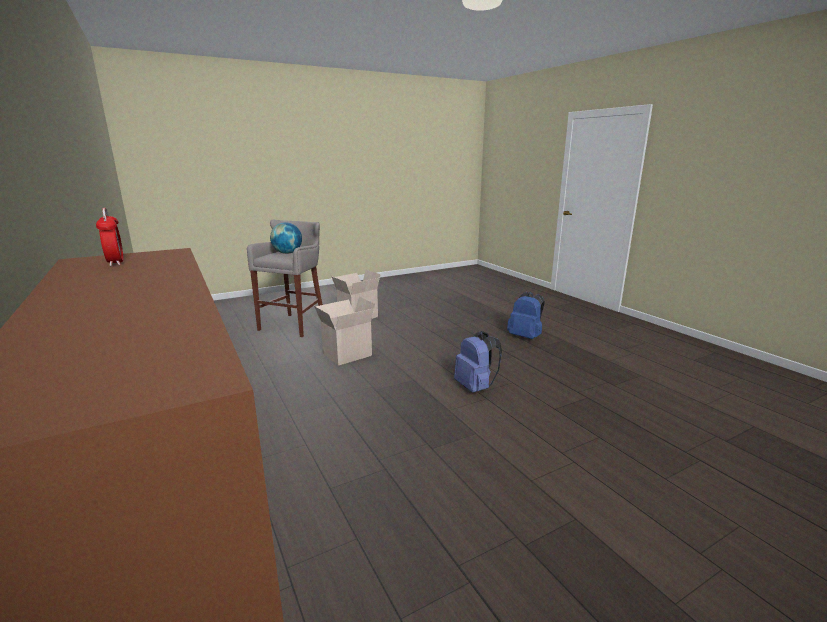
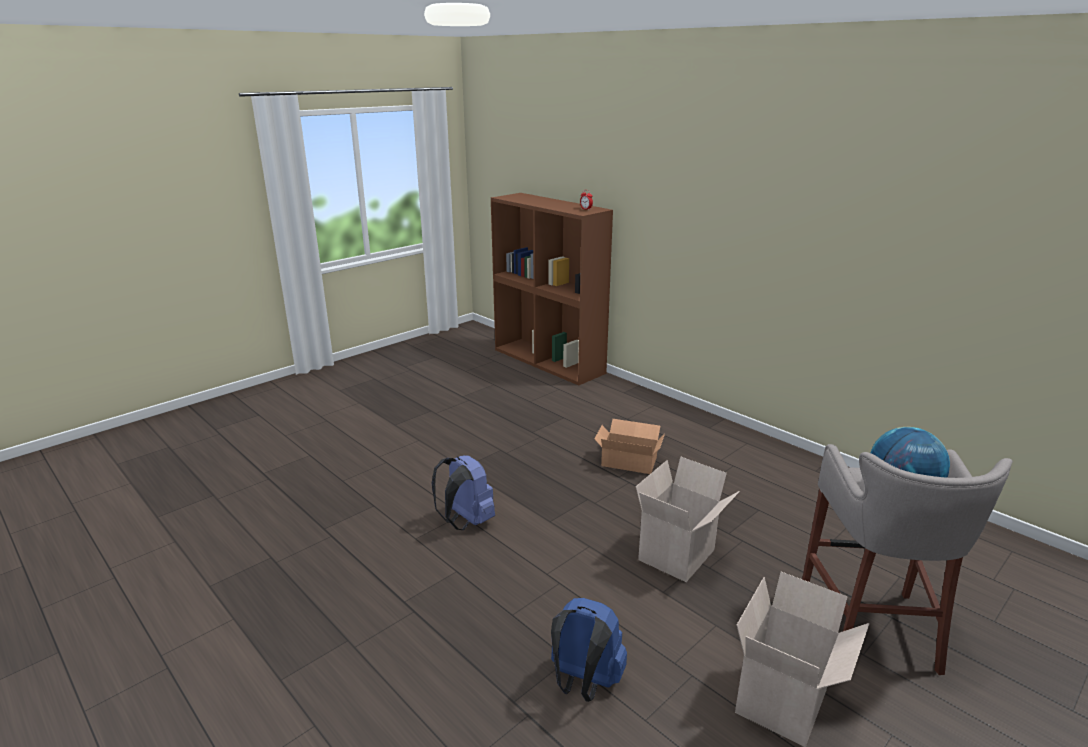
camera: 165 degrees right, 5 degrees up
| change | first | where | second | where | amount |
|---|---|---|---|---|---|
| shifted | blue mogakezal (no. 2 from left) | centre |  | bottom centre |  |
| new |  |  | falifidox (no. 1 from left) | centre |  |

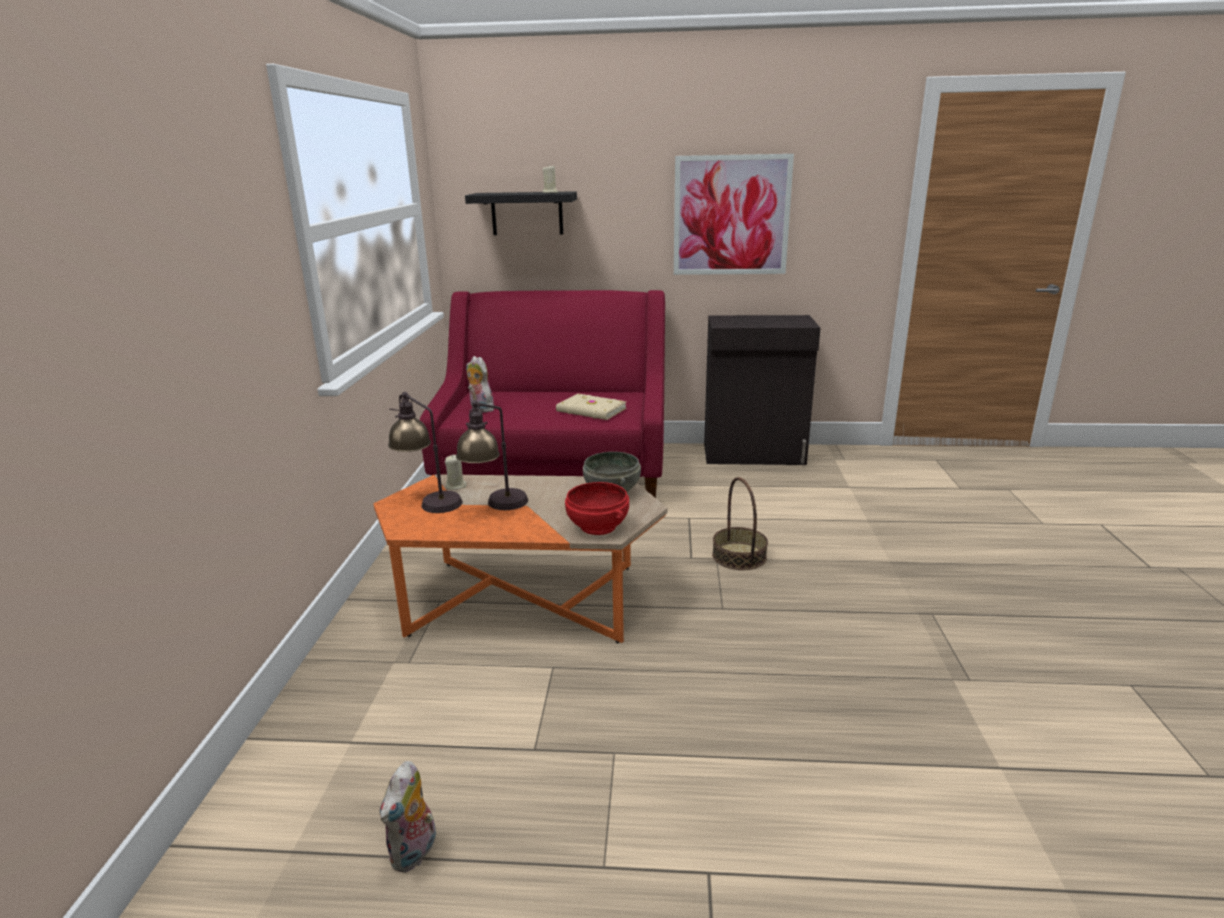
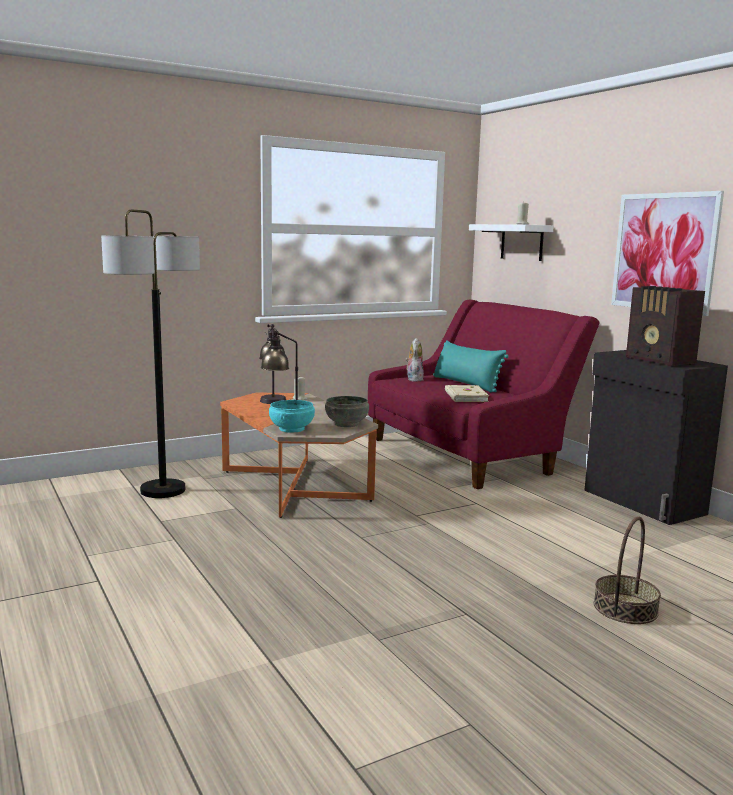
camera: 55 degrees right, 10 degrees down
| change | first | where | second | where | amount |
|---|---|---|---|---|---|
| gone | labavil (no. 1 from left) | bottom centre |  |  |  |
| repainted | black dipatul | top centre | white dipatul | top right |  |
| repainted | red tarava | centre | turquoise tarava | centre |  |
| shifted | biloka | centre |  | bottom right |  |
| new |  |  | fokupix | middle left |  |
| new |  |  | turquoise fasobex | centre |  |
| new |  |  | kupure | middle right |  |

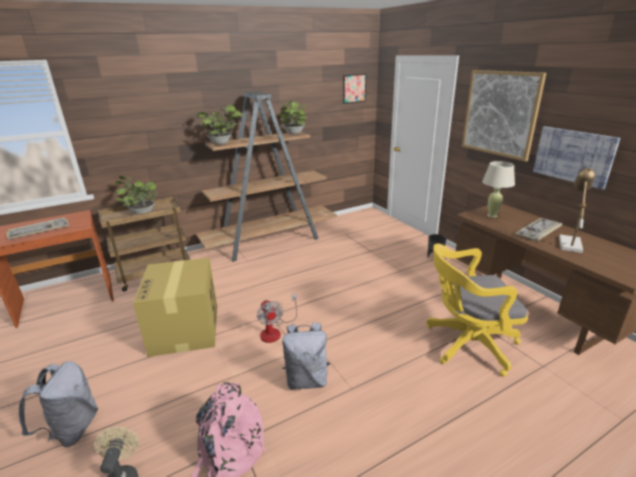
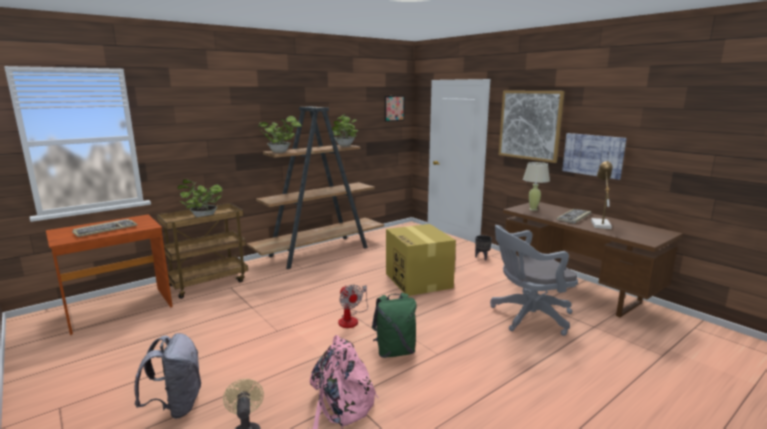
camera: 10 degrees left, 10 degrees down
| change | first | where | second | where | amount |
|---|---|---|---|---|---|
| shifted | falifidox | middle left |  | centre |  |
| repainted | grey mogakezal (no. 2 from left) | bottom centre | green mogakezal | bottom centre |  |
| repainted | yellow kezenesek | middle right | grey kezenesek | middle right |  |

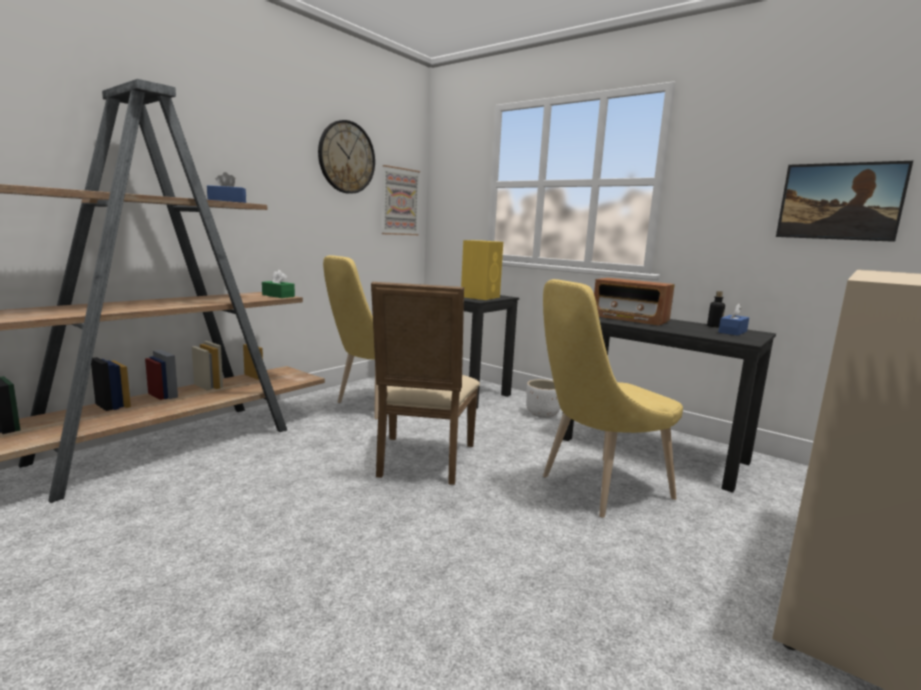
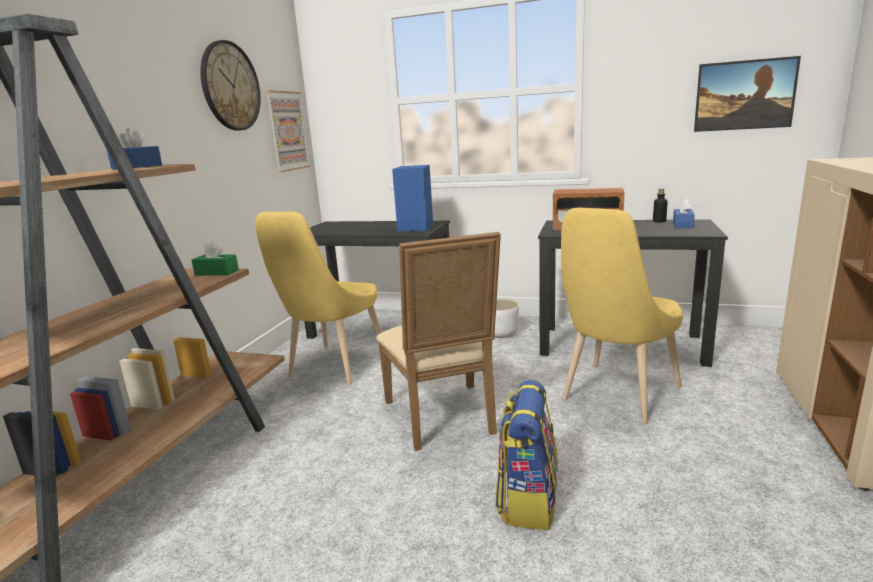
camera: 20 degrees left, 5 degrees up
| change | first | where | second | where | amount |
|---|---|---|---|---|---|
| repainted | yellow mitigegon | centre | blue mitigegon | centre |  |
| new |  |  | mogakezal | bottom centre |  |

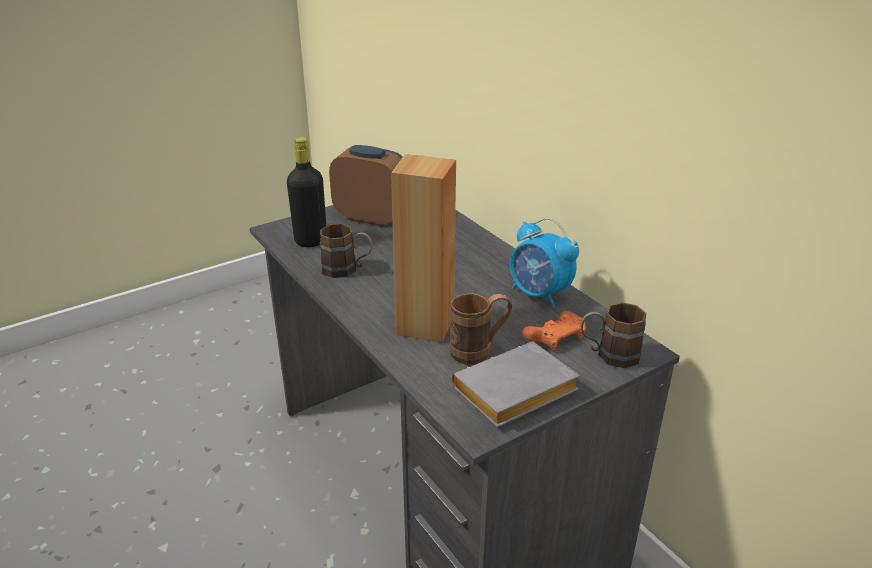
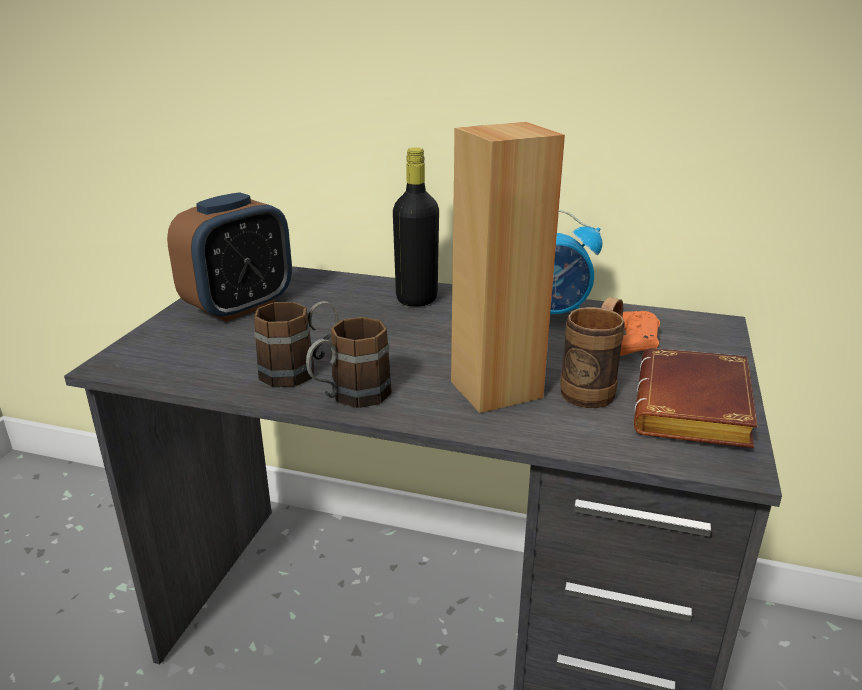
camera: 40 degrees left, 5 degrees down
| change | first | where | second | where | amount |
|---|---|---|---|---|---|
| shifted | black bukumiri | centre |  | top centre |  |
| rotated | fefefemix (no. 1 from left) | top centre |  | middle left | 150 degrees clockwise |
| repainted | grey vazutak | bottom centre | brown vazutak | middle right |  |
| shifted | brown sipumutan (no. 3 from left in the first image) | middle right | brown sipumutan (no. 2 from left) | centre |  |

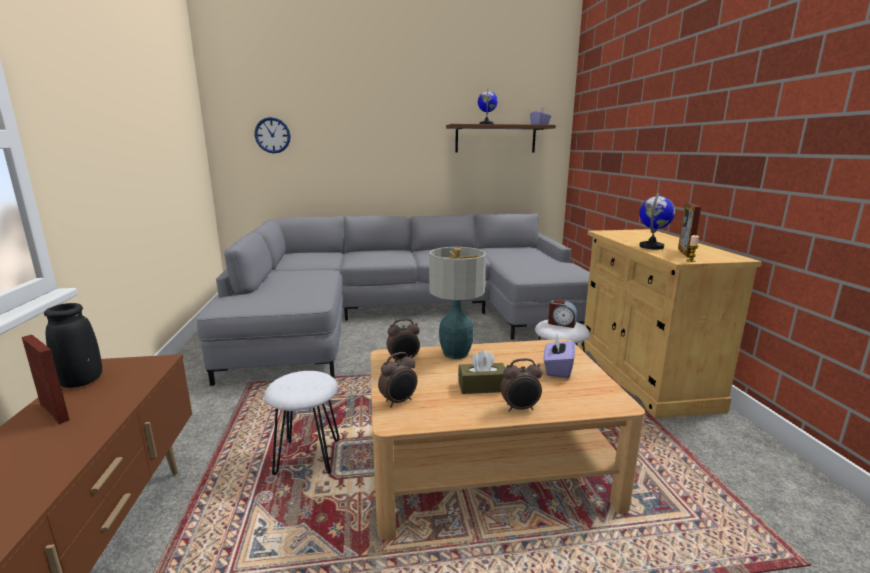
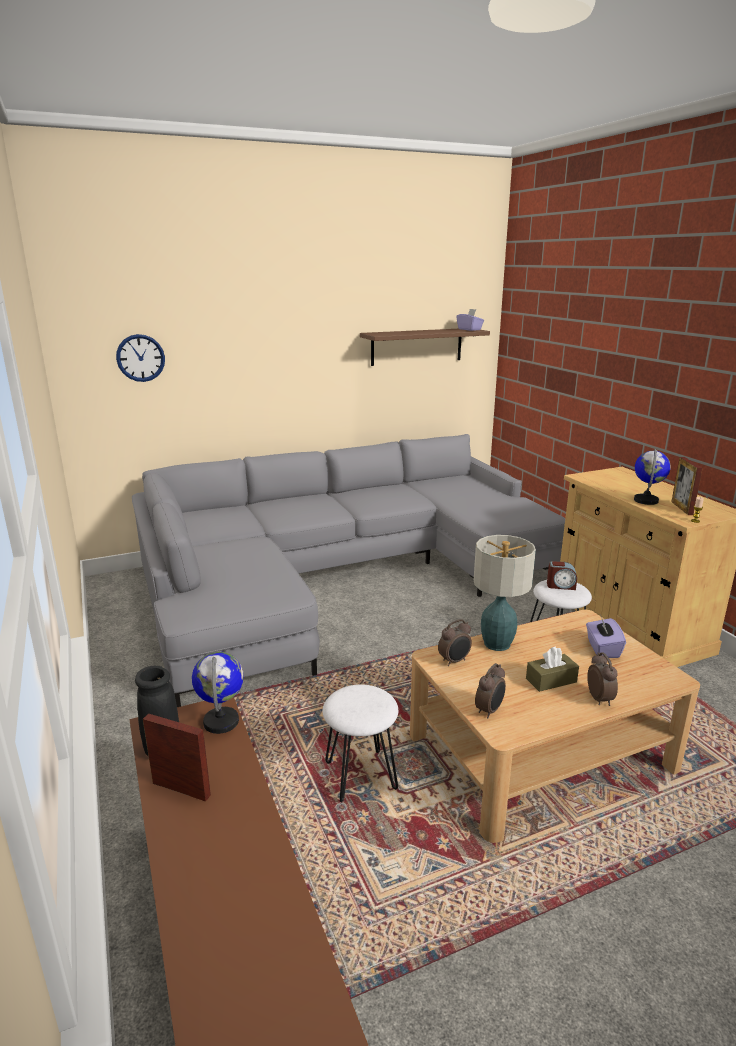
camera: 15 degrees left, 5 degrees up
| change | first | where | second | where | amount |
|---|---|---|---|---|---|
| shifted | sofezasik (no. 1 from left) | top centre |  | middle left |  |
| rotated | fefefemix (no. 3 from left in the first image) | bottom centre | fefefemix (no. 4 from left) | middle right | 75 degrees counterclockwise |

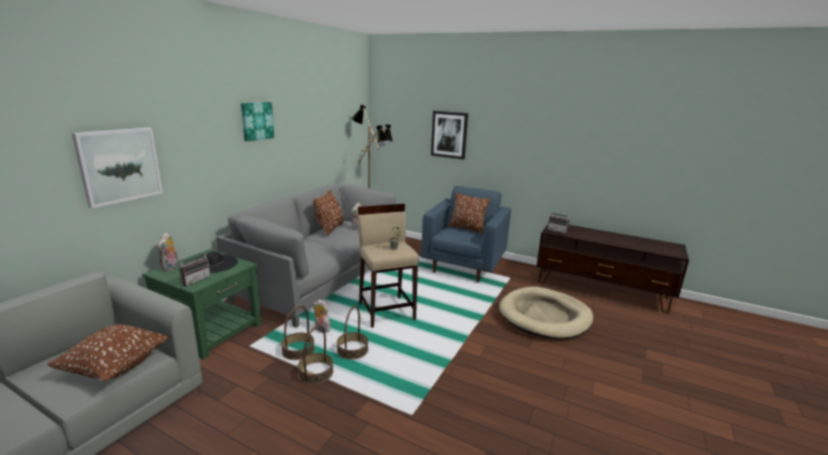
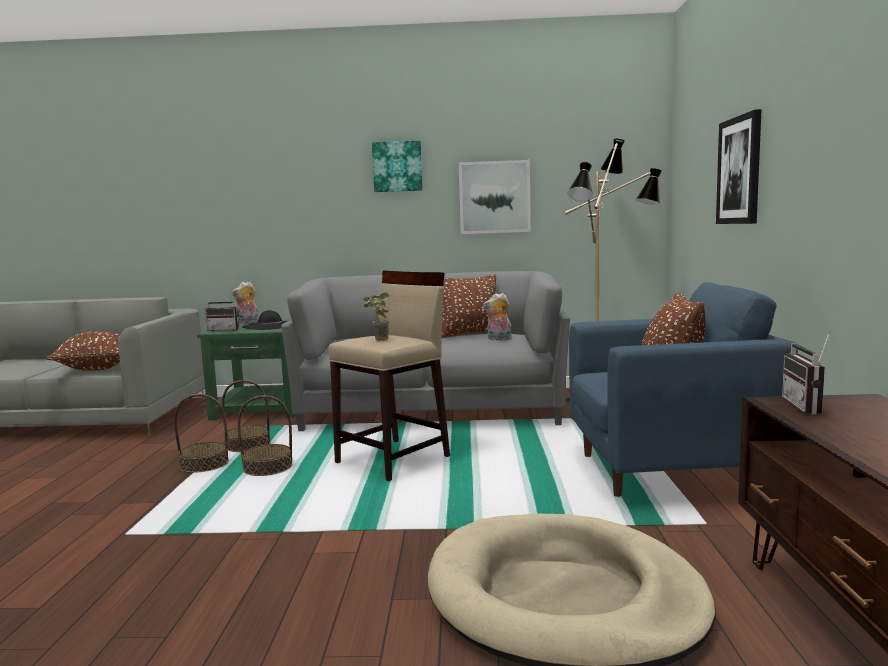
camera: 65 degrees right, 10 degrees down
| change | first | where | second | where | amount |
|---|---|---|---|---|---|
| shifted | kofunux (no. 1 from left in the first image) | middle left | kofunux (no. 2 from left) | top centre |  |
| gone | labavil (no. 2 from left) | bottom centre |  |  |  |

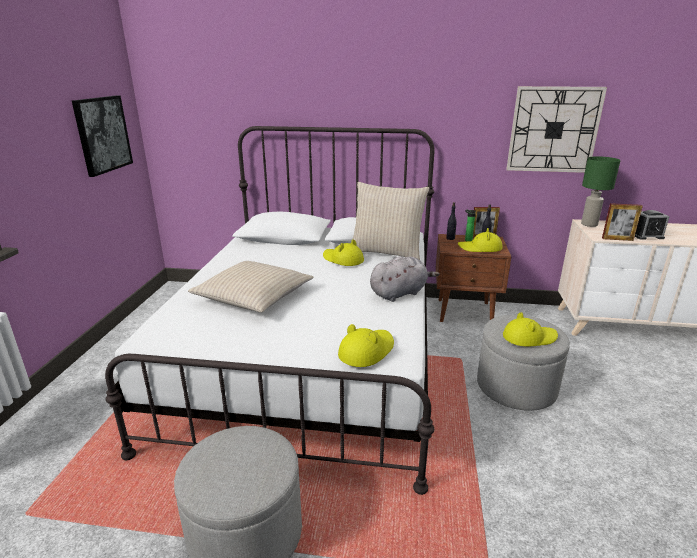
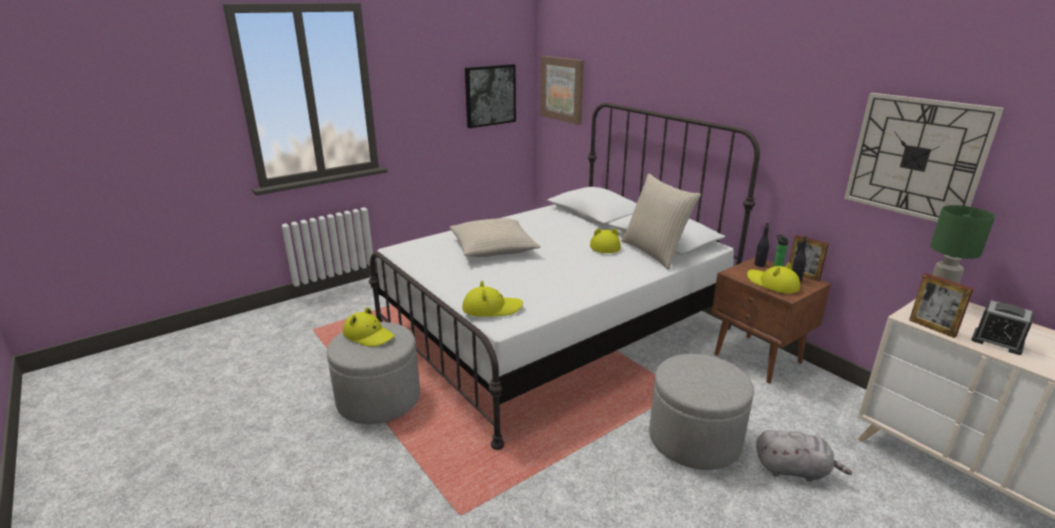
camera: 45 degrees right, 0 degrees up
| change | first | where | second | where | amount |
|---|---|---|---|---|---|
| shifted | grey labavil | centre |  | bottom right |  |
| shifted | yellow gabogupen (no. 4 from left in the first image) | middle right | yellow gabogupen (no. 1 from left) | centre |  |
| new |  |  | kofunux (no. 2 from left) | top centre |  |

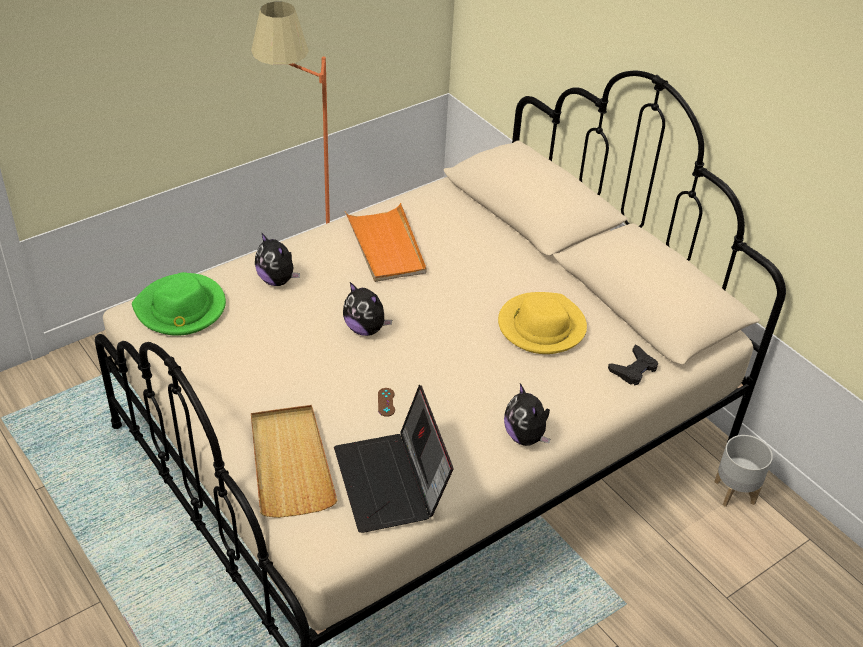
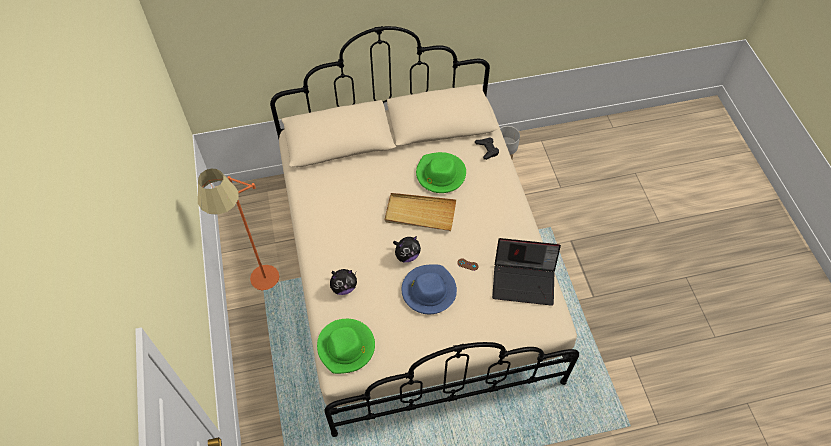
camera: 65 degrees left, 15 degrees up
| change | first | where | second | where | amount |
|---|---|---|---|---|---|
| shifted | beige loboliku | bottom centre |  | centre |  |
| gone | orange loboliku | centre |  |  |  |
| repainted | yellow gabogupen | centre | green gabogupen (no. 2 from left) | centre |  |
| gone | labavil (no. 3 from left) | centre |  |  |  |
| new |  |  | blue gabogupen | centre |  |

